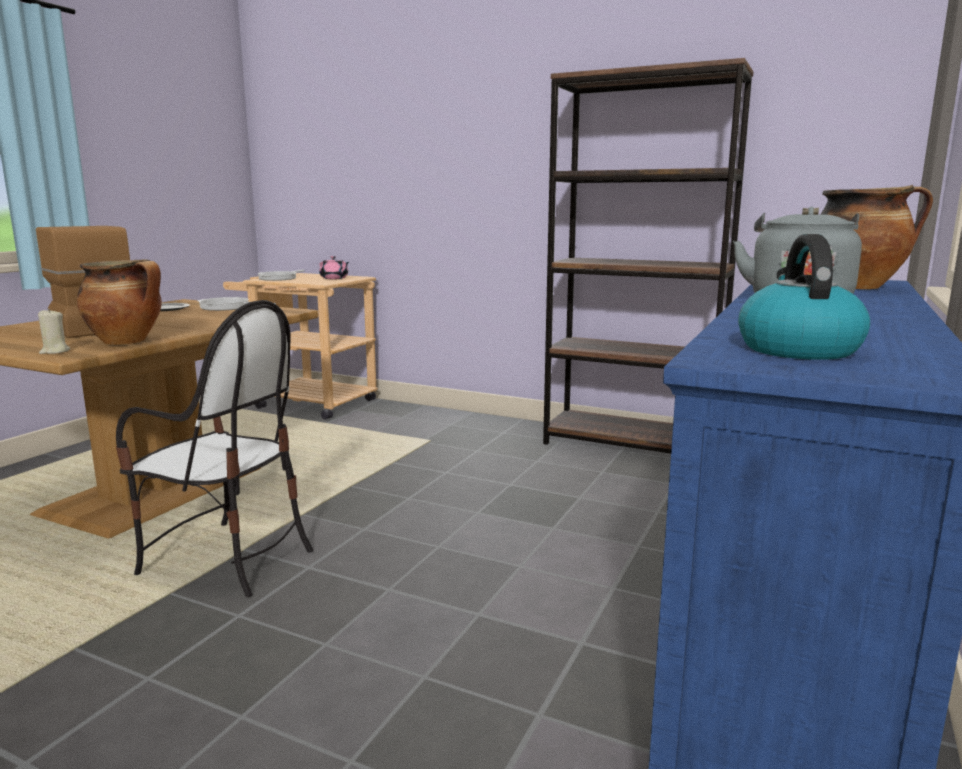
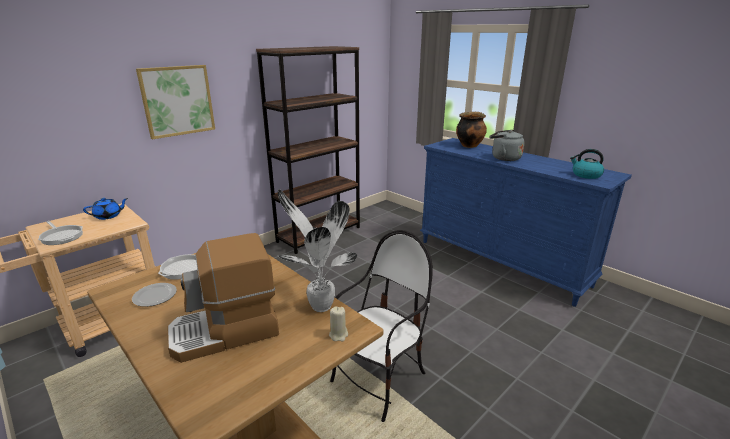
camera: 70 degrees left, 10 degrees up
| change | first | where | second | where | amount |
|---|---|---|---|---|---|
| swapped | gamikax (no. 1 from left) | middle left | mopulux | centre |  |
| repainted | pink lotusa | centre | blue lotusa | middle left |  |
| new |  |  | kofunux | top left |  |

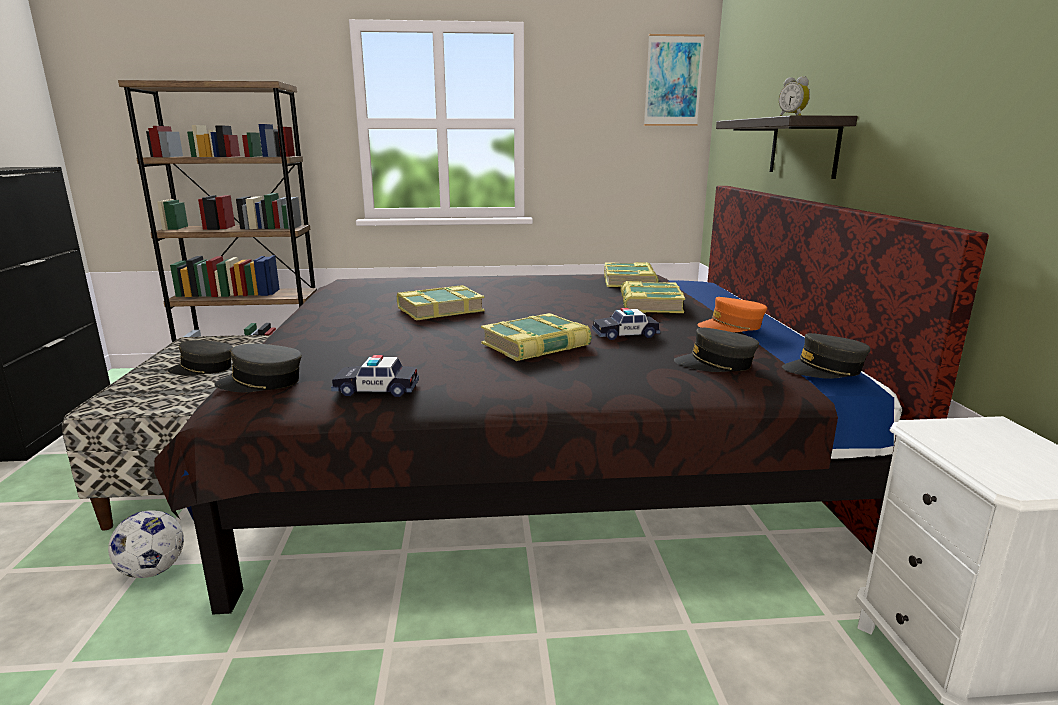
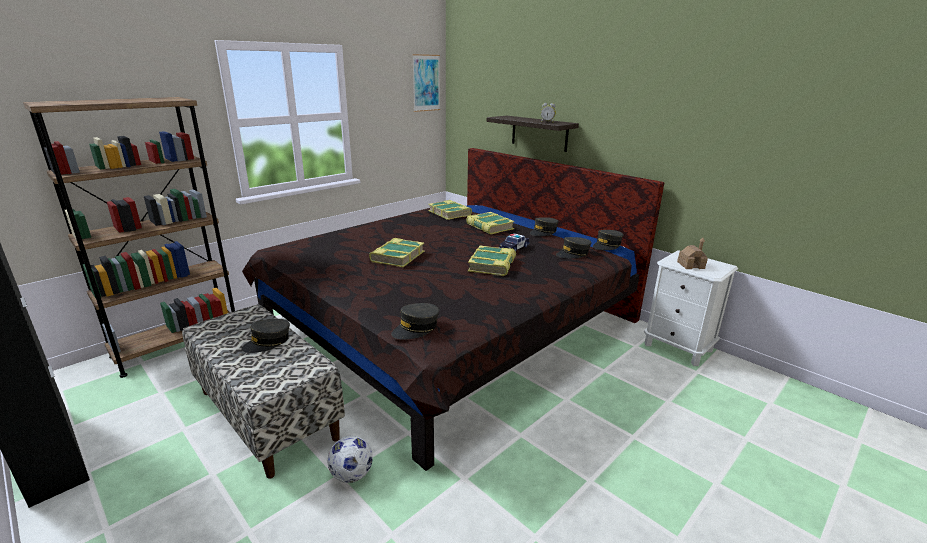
camera: 40 degrees left, 5 degrees up
| change | first | where | second | where | amount |
|---|---|---|---|---|---|
| gone | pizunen (no. 1 from left) | centre |  |  |  |
| repainted | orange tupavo | middle right | grey tupavo (no. 3 from left) | centre |  |
| new |  |  | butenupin | middle right |  |

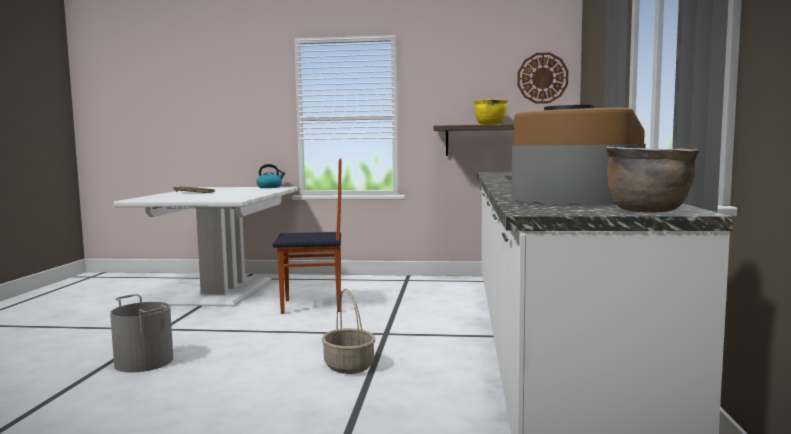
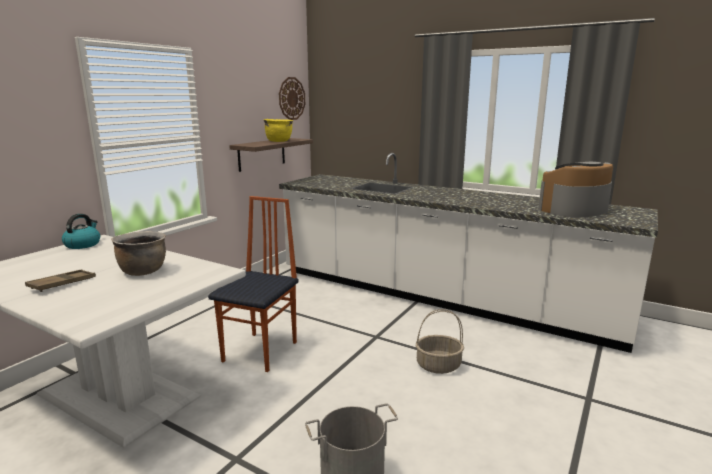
camera: 65 degrees left, 10 degrees up
| change | first | where | second | where | amount |
|---|---|---|---|---|---|
| shifted | brown gamikax | middle right |  | middle left |  |

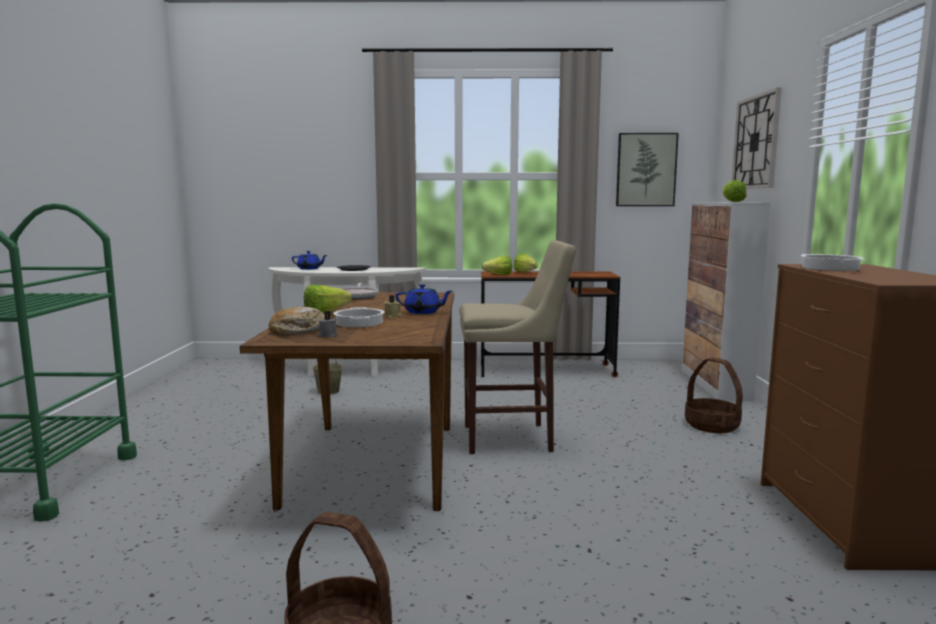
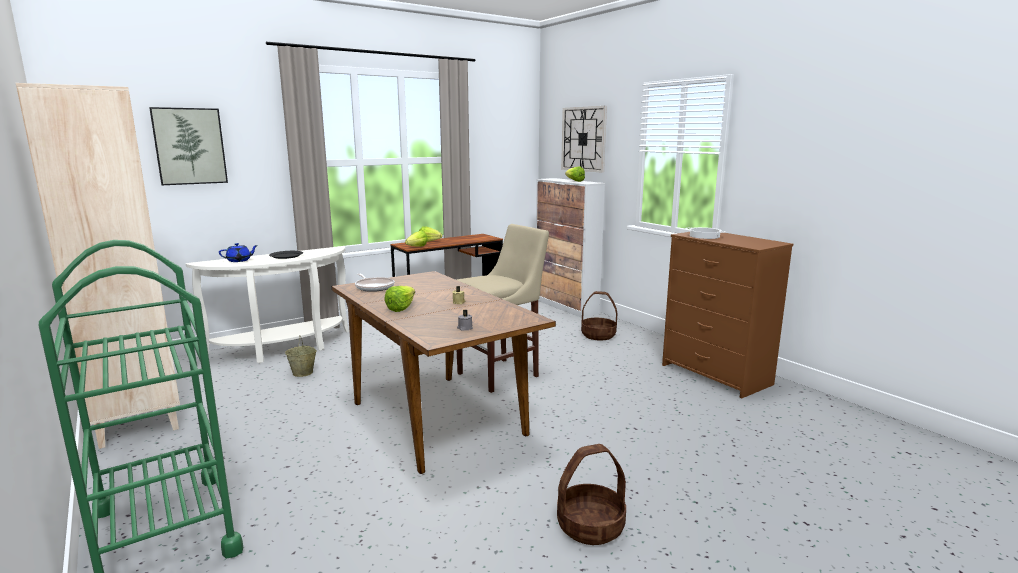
camera: 35 degrees left, 5 degrees up
| change | first | where | second | where | amount |
|---|---|---|---|---|---|
| gone | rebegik | middle left |  |  |  |
| gone | gamikax (no. 1 from left) | centre |  |  |  |
| gone | blue lotusa (no. 2 from left) | centre |  |  |  |
| shifted | kofunux | top right |  | top left |  |
| new |  |  | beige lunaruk | middle left |  |

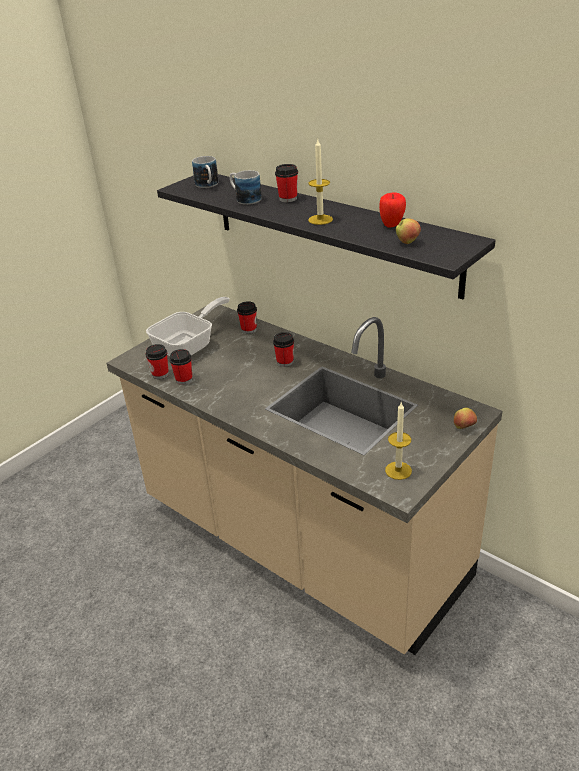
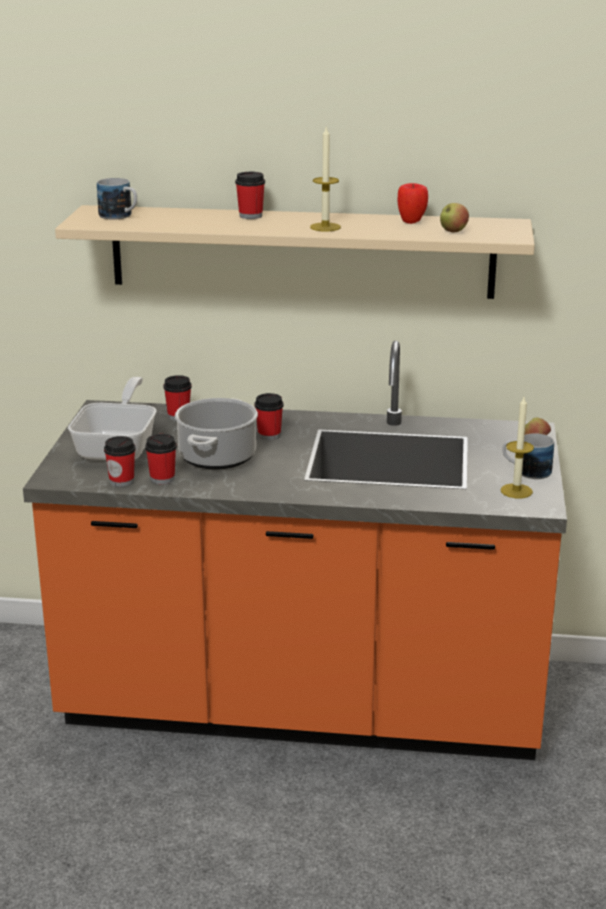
camera: 35 degrees left, 10 degrees down
| change | first | where | second | where | amount |
|---|---|---|---|---|---|
| repainted | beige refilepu | centre | orange refilepu | centre |  |
| repainted | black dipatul | top centre | beige dipatul | top centre |  |
| shifted | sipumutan (no. 2 from left) | top centre |  | middle right |  |
| new |  |  | gamikax | centre |  |

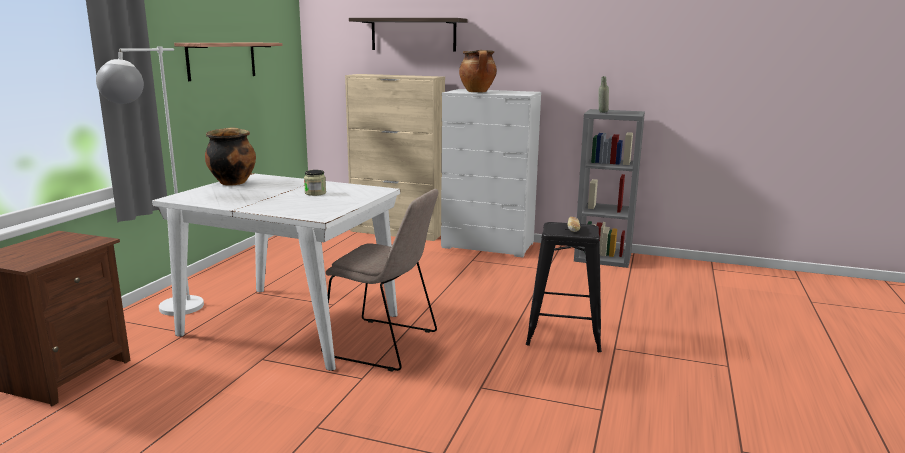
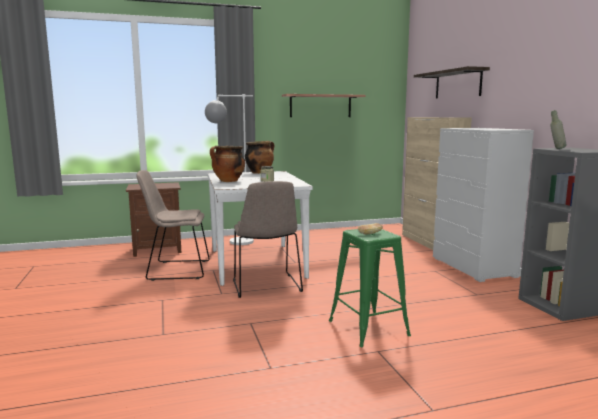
camera: 55 degrees right, 5 degrees down
| change | first | where | second | where | amount |
|---|---|---|---|---|---|
| shifted | gamikax (no. 2 from left in the first image) | top centre | gamikax (no. 1 from left) | centre |  |
| repainted | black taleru | centre | green taleru | bottom centre |  |
| new |  |  | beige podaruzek (no. 1 from left) | middle left |  |

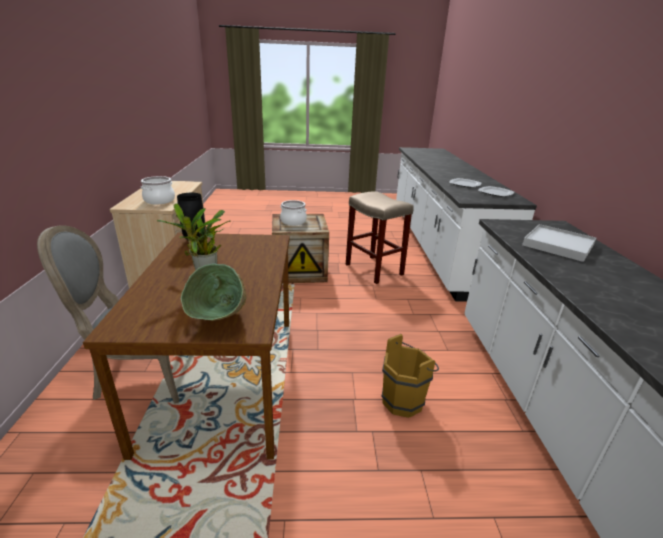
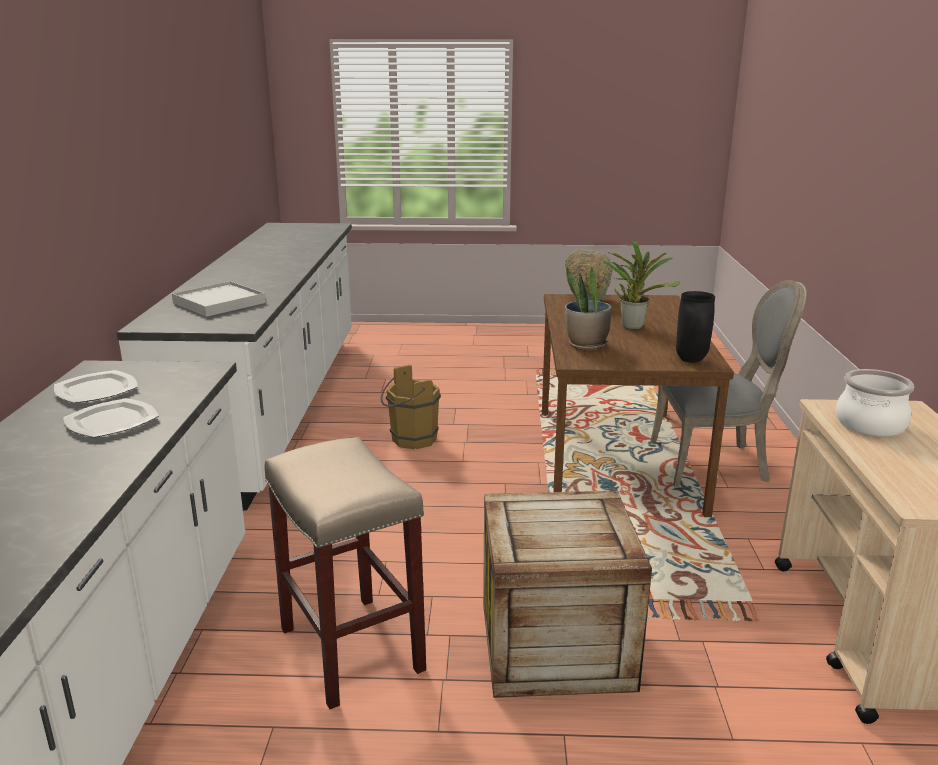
camera: 175 degrees left, 5 degrees down
| change | first | where | second | where | amount |
|---|---|---|---|---|---|
| gone | gamikax (no. 2 from left) | centre |  |  |  |
| new |  |  | mopulux (no. 1 from left) | centre |  |

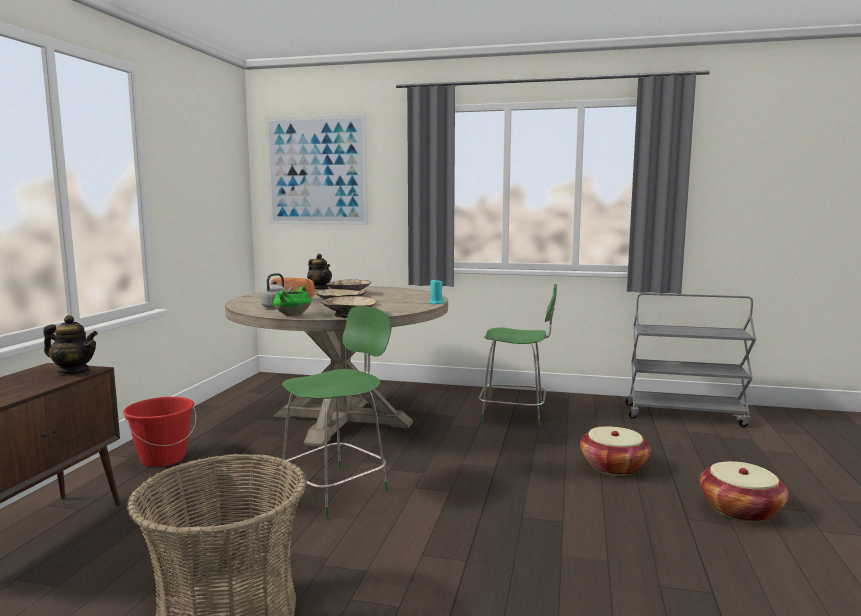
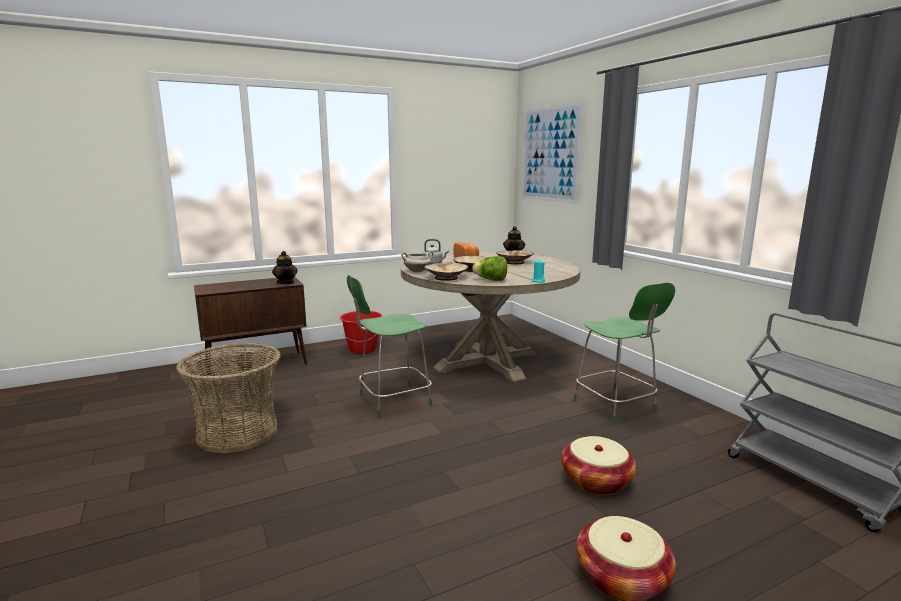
camera: 50 degrees right, 5 degrees up
| change | first | where | second | where | amount |
|---|---|---|---|---|---|
| repainted | green gamikax | centre | white gamikax | centre |  |
| rotated | green podaruzek (no. 1 from left) | bottom centre |  | centre | 150 degrees clockwise |
| new |  |  | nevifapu | centre |  |

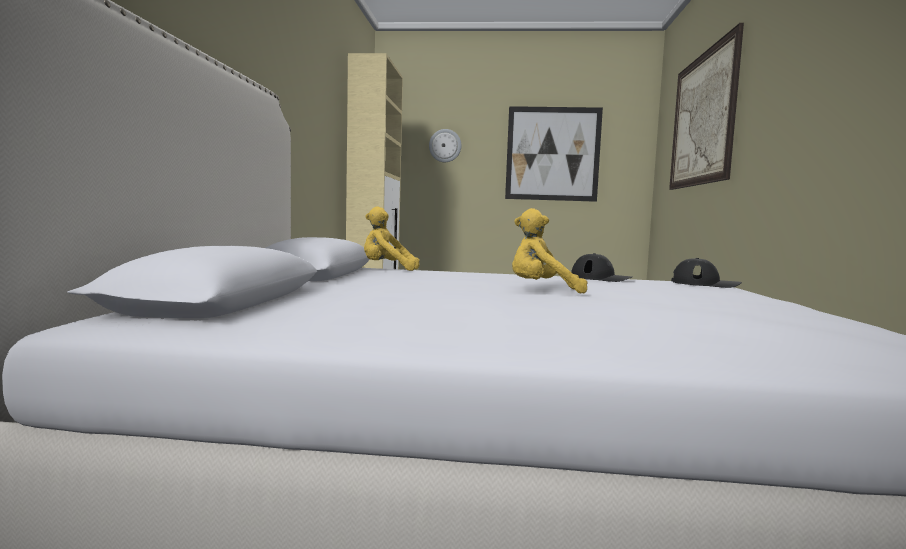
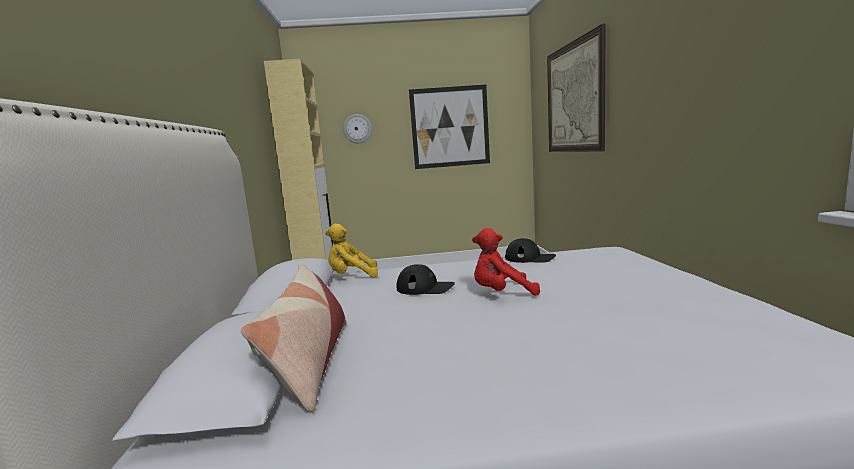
camera: 10 degrees left, 5 degrees up
| change | first | where | second | where | amount |
|---|---|---|---|---|---|
| repainted | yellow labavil (no. 2 from left) | centre | red labavil | centre |  |
| shifted | black tupavo (no. 2 from left in the first image) | middle right | black tupavo (no. 1 from left) | centre |  |
| new |  |  | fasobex | bottom centre |  |

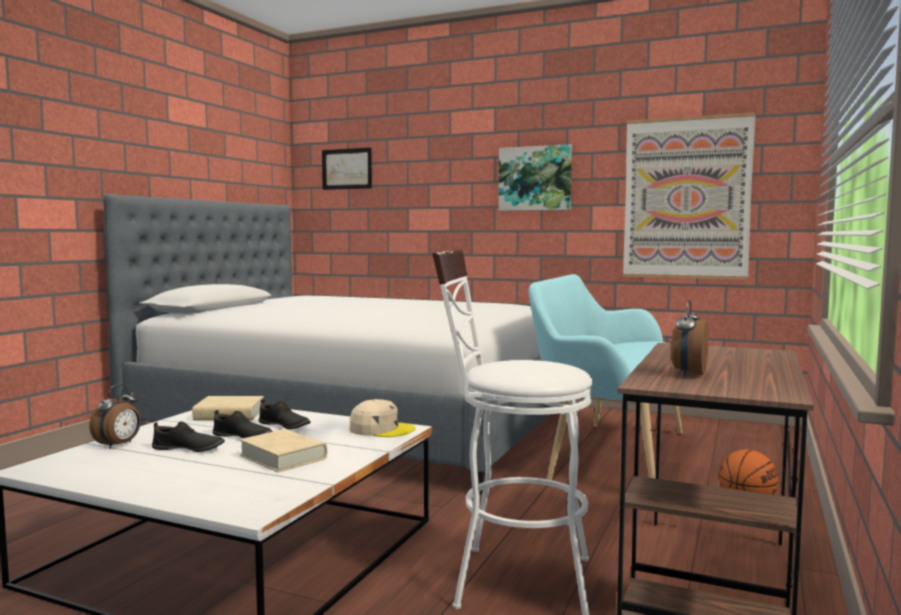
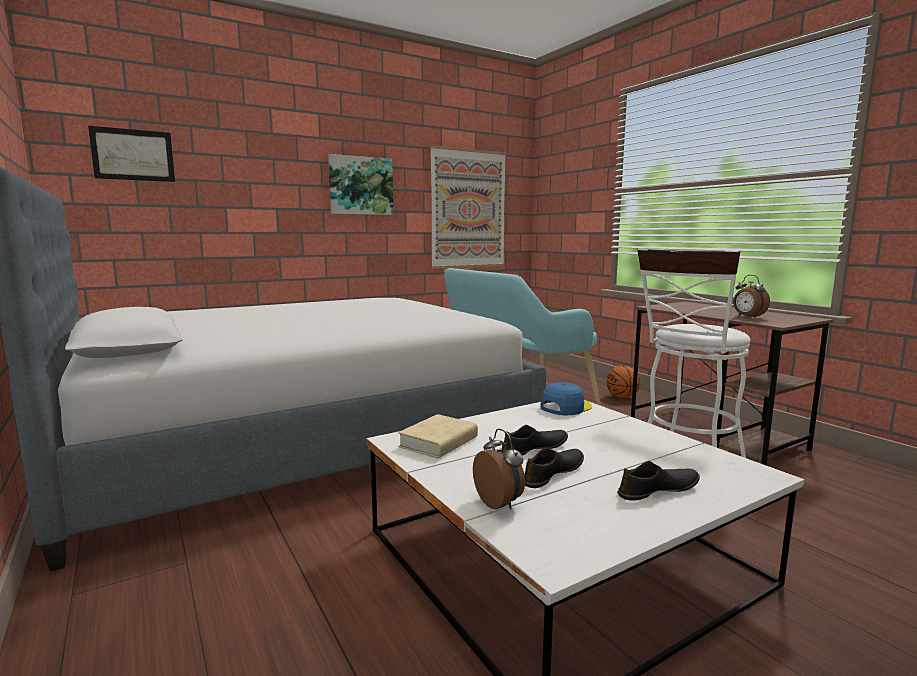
camera: 55 degrees left, 5 degrees up
| change | first | where | second | where | amount |
|---|---|---|---|---|---|
| gone | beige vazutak (no. 2 from left) | bottom left |  |  |  |
| shifted | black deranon (no. 3 from left) | bottom left |  | bottom right |  |
| repainted | beige tupavo | bottom centre | blue tupavo | centre |  |

